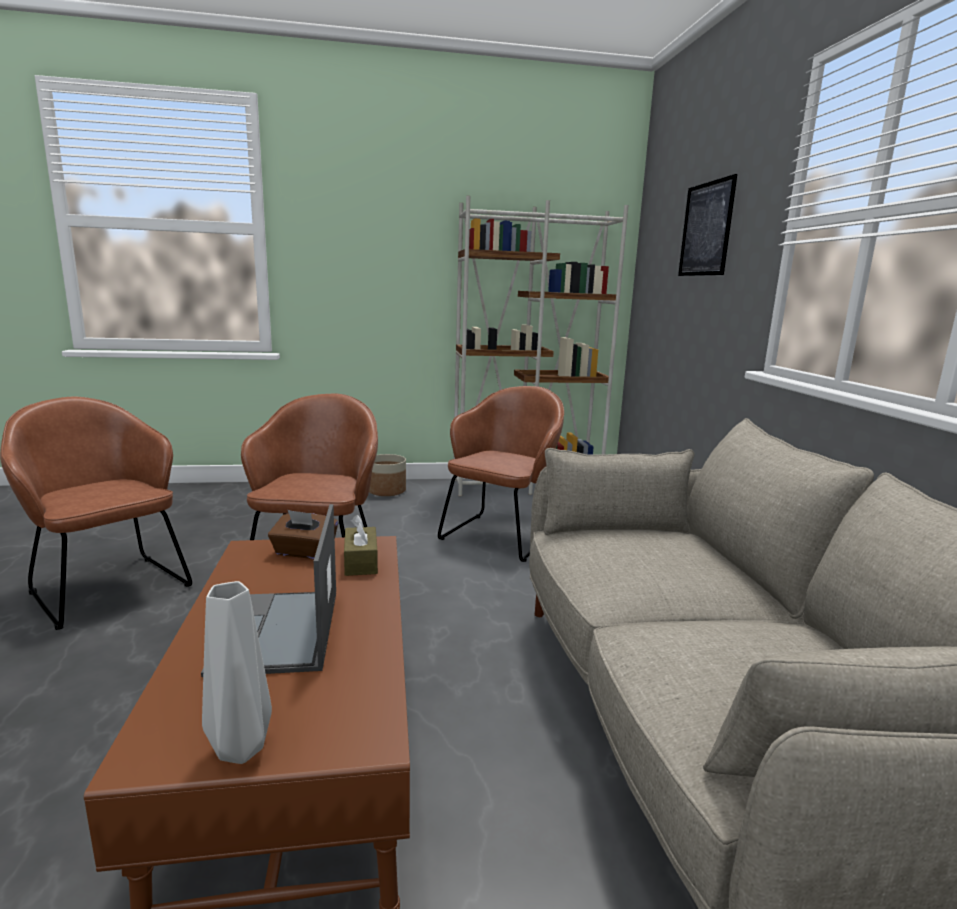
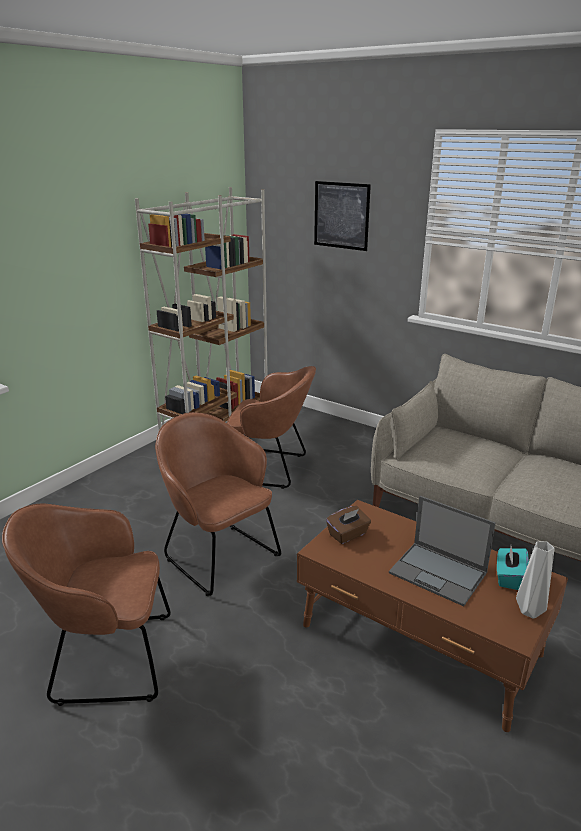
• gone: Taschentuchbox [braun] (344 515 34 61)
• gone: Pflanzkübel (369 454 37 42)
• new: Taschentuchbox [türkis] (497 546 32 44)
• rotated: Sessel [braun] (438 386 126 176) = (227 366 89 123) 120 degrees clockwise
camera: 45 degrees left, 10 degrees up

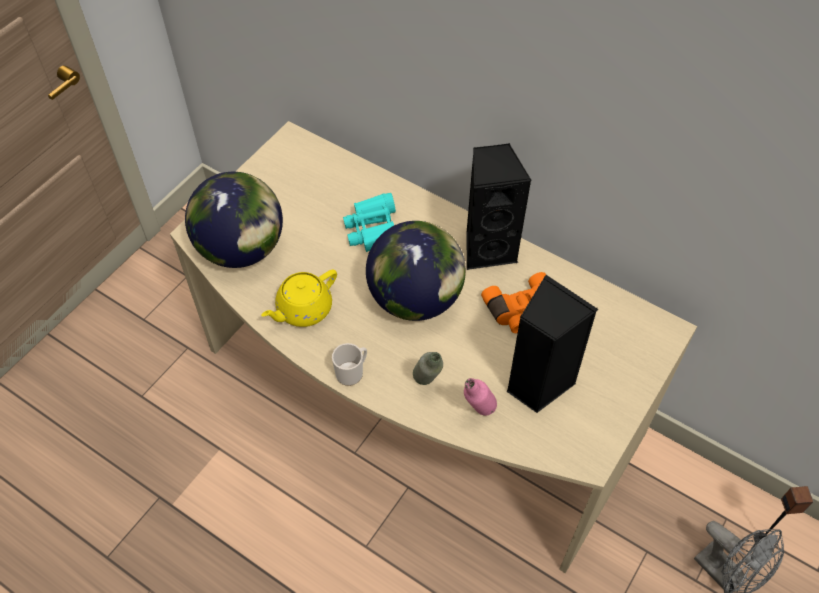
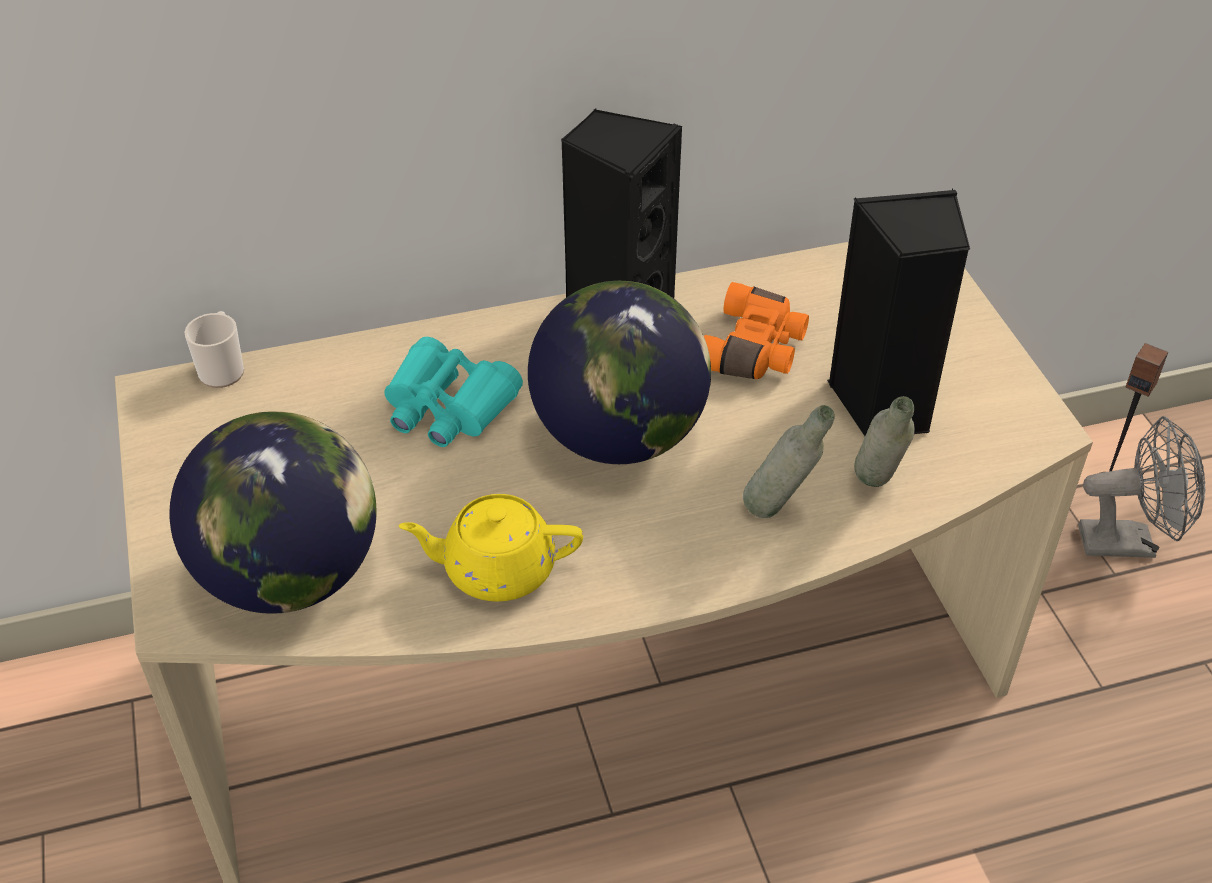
• shifted: Henkelbecher (332 343 35 43) to (184 311 60 77)
• repainted: Flasche [rosa] (464 378 33 38) to Flasche [grau] (854 396 61 91)
• rotated: Teekanne [gelb] (261 269 76 58) = (399 494 184 108) 90 degrees clockwise
camera: 50 degrees left, 10 degrees down

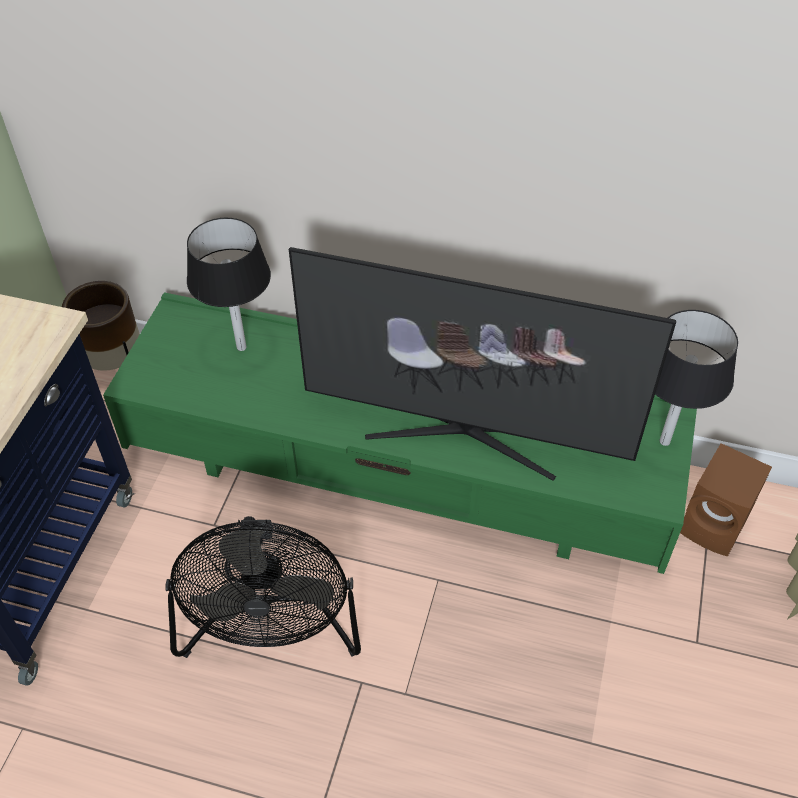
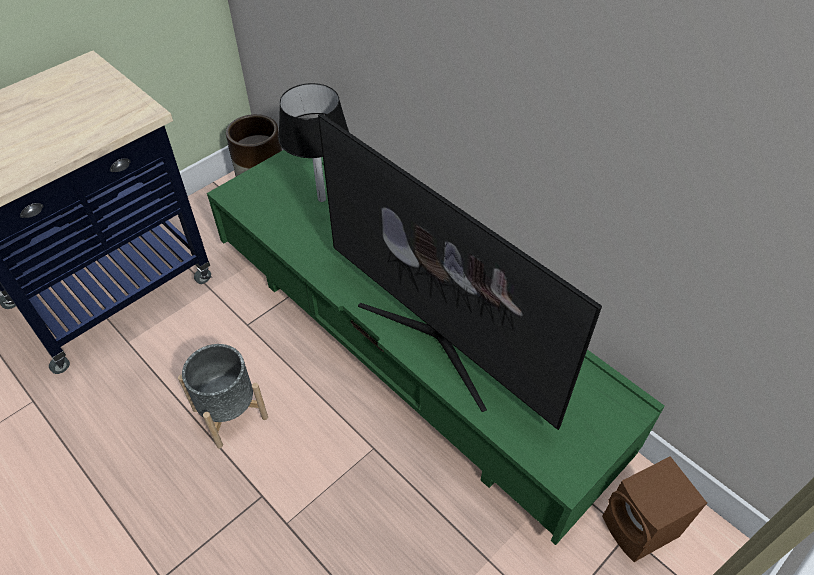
• gone: Tischlampe [schwarz] (655 310 83 136)
• swapped: Ventilator [schwarz] (165 516 196 142) to Pflanzkübel [grau] (178 344 90 104)
camera: 30 degrees right, 0 degrees up

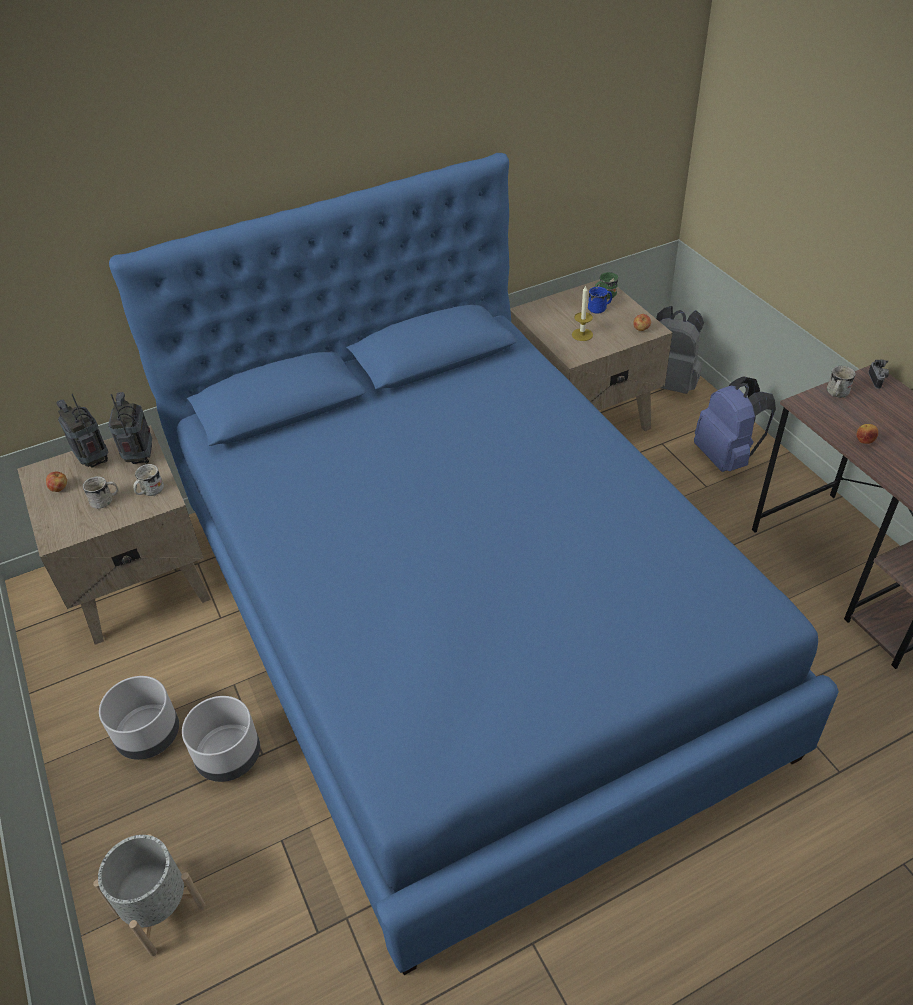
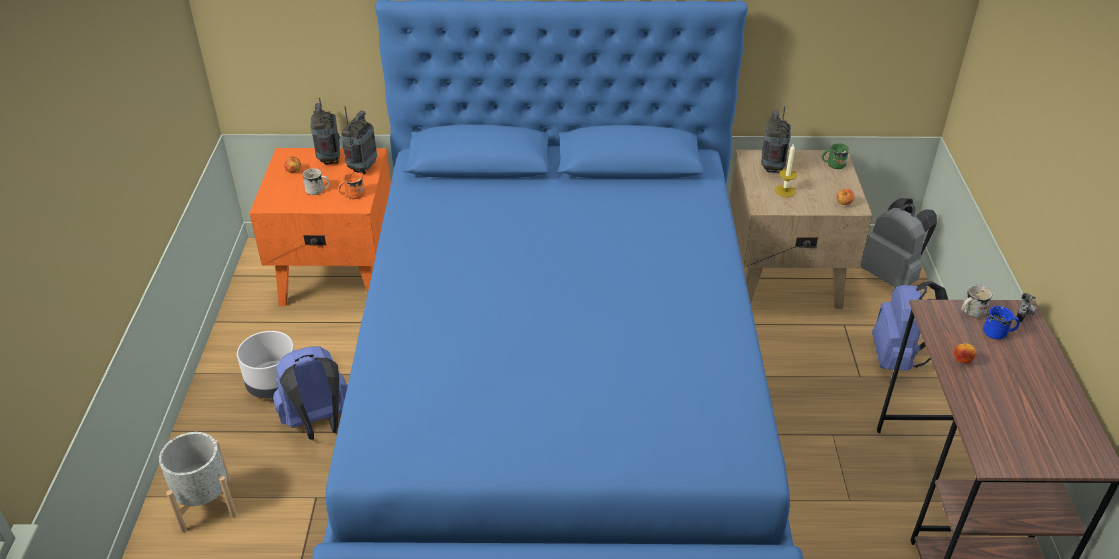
• new: Radio (761 106 30 68)
• shifted: Henkelbecher [blau] (588 287 24 27) to (983 306 37 33)
• swapped: Pflanzkübel [grau] (182 696 78 86) to Rucksack [blau] (273 346 75 94)
• repainted: Nachttisch [beige] (17 425 194 220) to Nachttisch [orange] (250 148 141 158)
• repainted: Henkelbecher [weiß] (133 464 31 33) to Henkelbecher [orange] (338 172 27 28)
camera: 25 degrees right, 5 degrees down

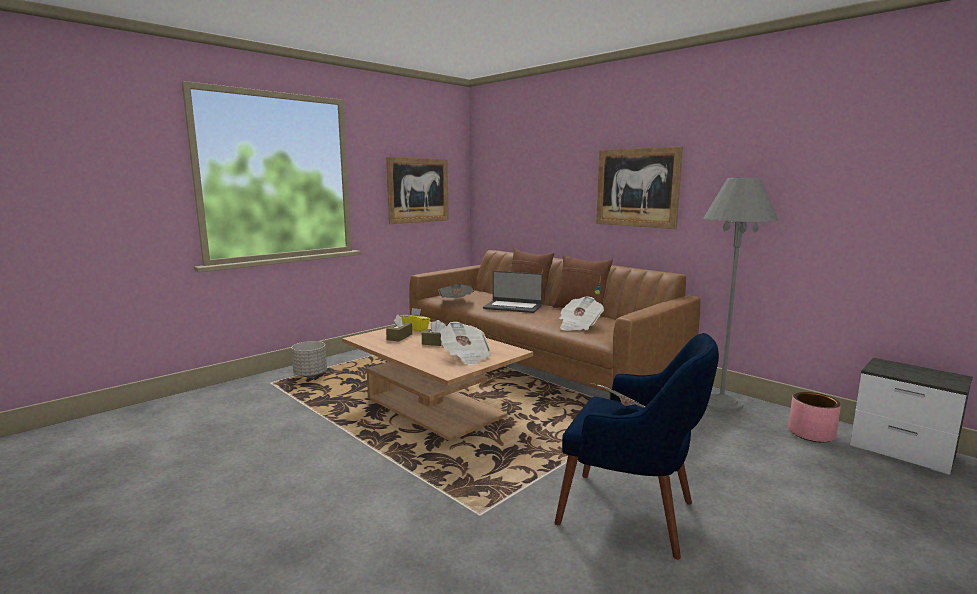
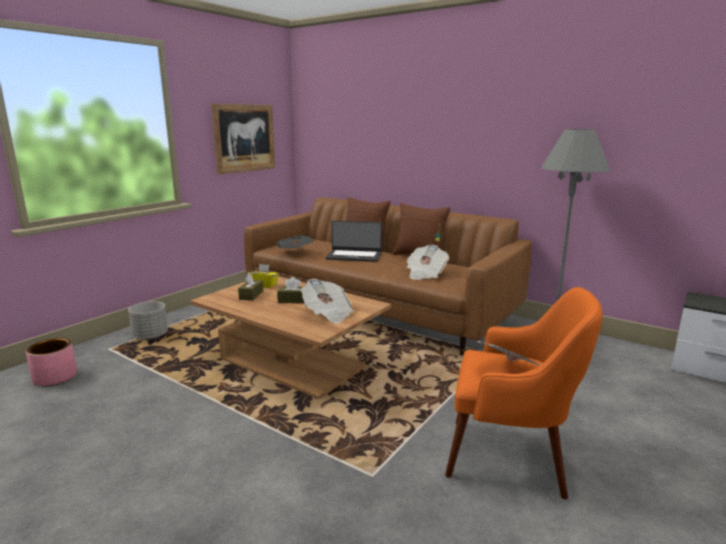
• gone: Bild (596 146 87 83)
• shifted: Pflanzkübel [rosa] (788 392 53 51) to (26 338 51 48)
• repainted: Sessel [blau] (555 333 164 227) to Sessel [orange] (445 287 157 212)
camera: 10 degrees left, 5 degrees up

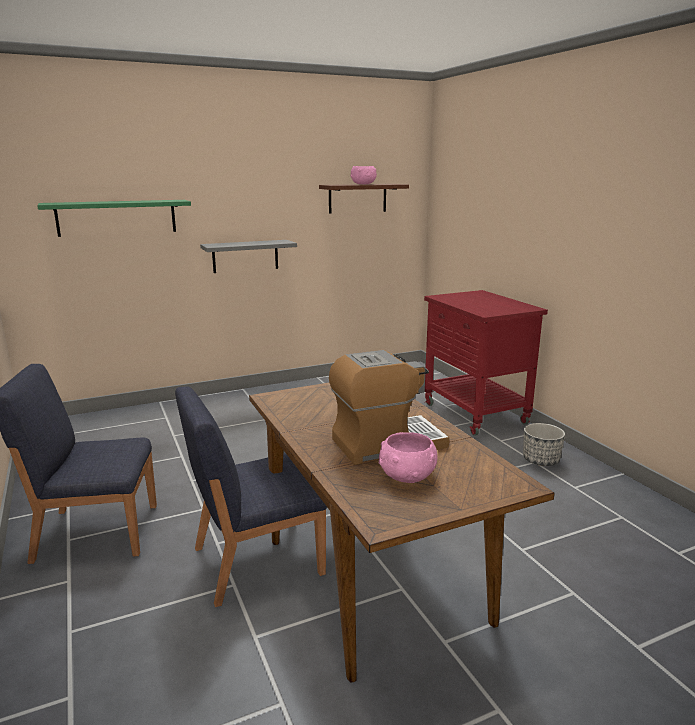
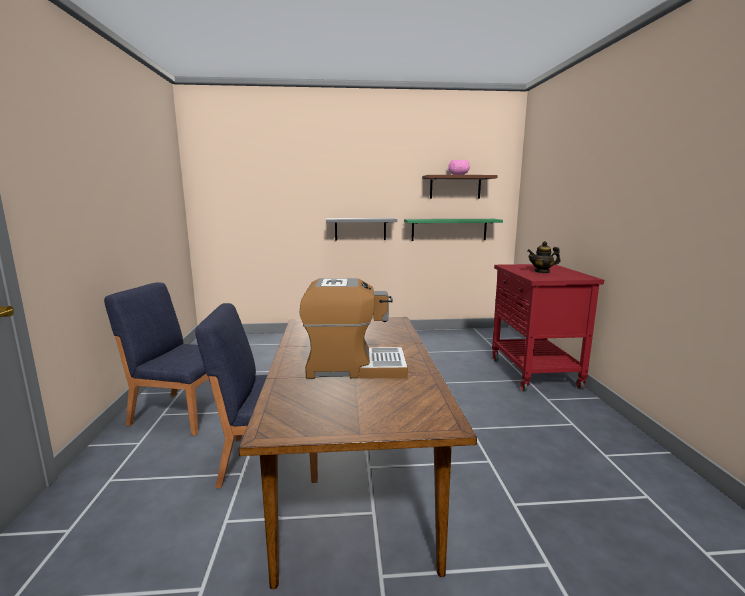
• gone: Schüssel [rosa] (379 432 59 51)
• gone: Pflanzkübel (523 423 42 43)
• new: Teekanne (527 241 33 32)
• shifted: Wandregal [grün] (37 200 154 37) to (404 219 99 22)
camera: 20 degrees right, 5 degrees down

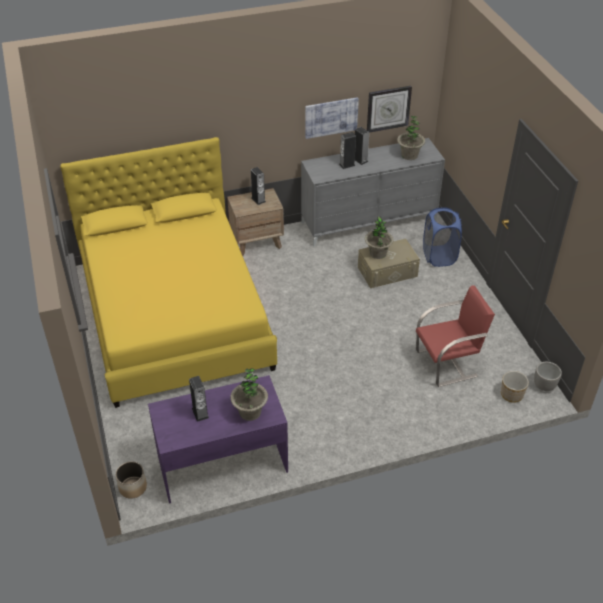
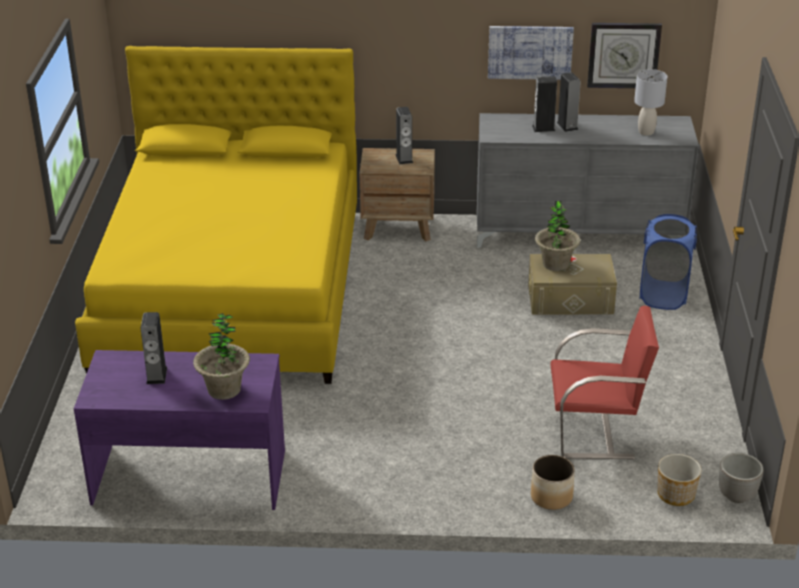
• shifted: Pflanzkübel (116 462 31 37) to (531 455 44 55)
• swapped: Topfpflanze (397 116 28 44) to Tischlampe [grau] (634 69 33 67)
camera: 20 degrees right, 10 degrees down

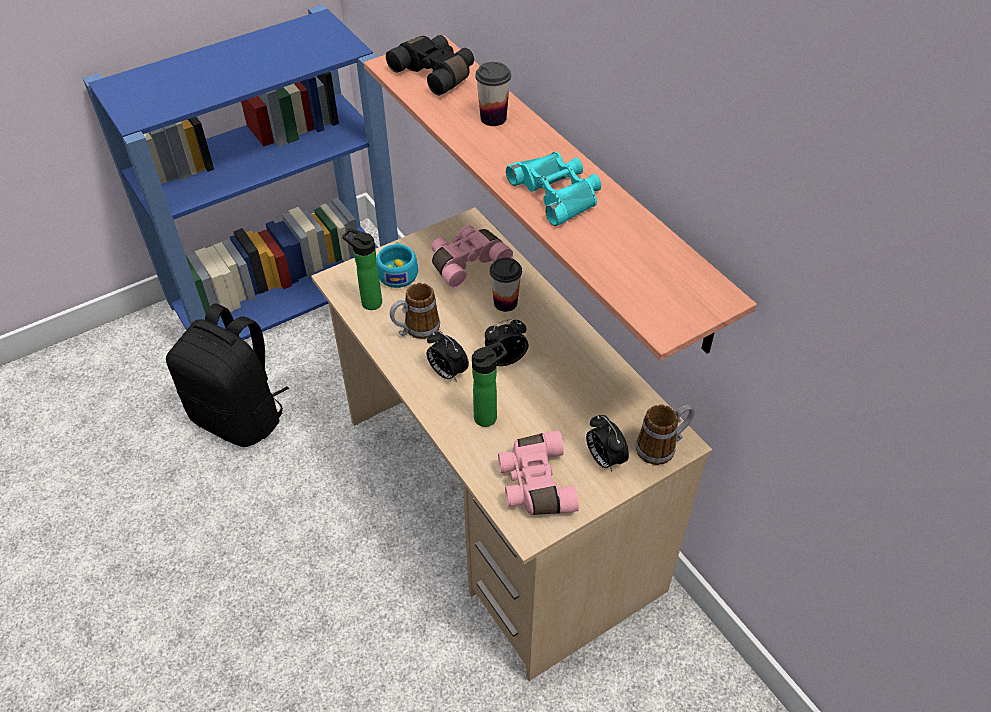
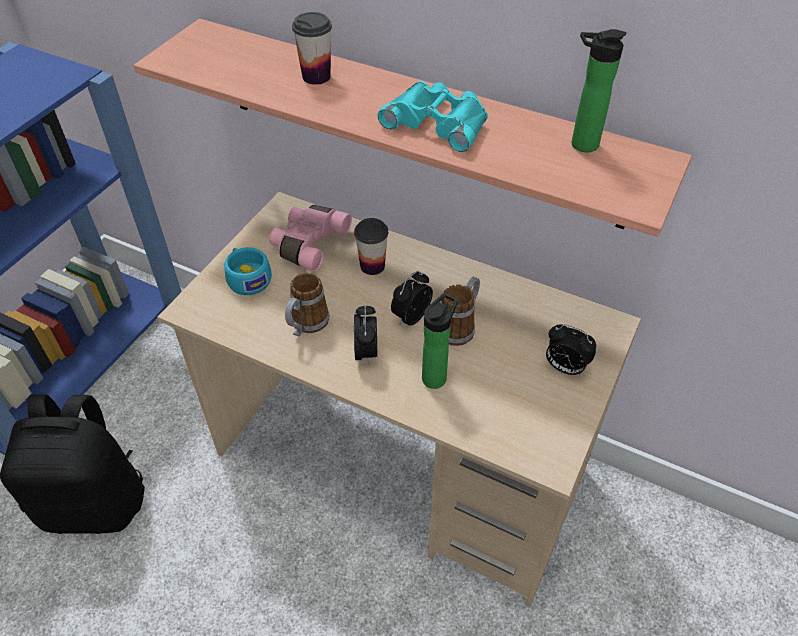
• gone: Fernglas [schwarz] (386 35 88 61)
• gone: Fernglas [rosa] (498 431 81 84)
• shifted: Flasche (342 228 40 82) to (572 29 54 123)
• shifted: Henkelbecher (636 404 59 61) to (441 277 39 69)
• rotated: Wecker (426 331 43 51) = (354 305 23 60) 105 degrees counterclockwise
camera: 30 degrees left, 0 degrees up

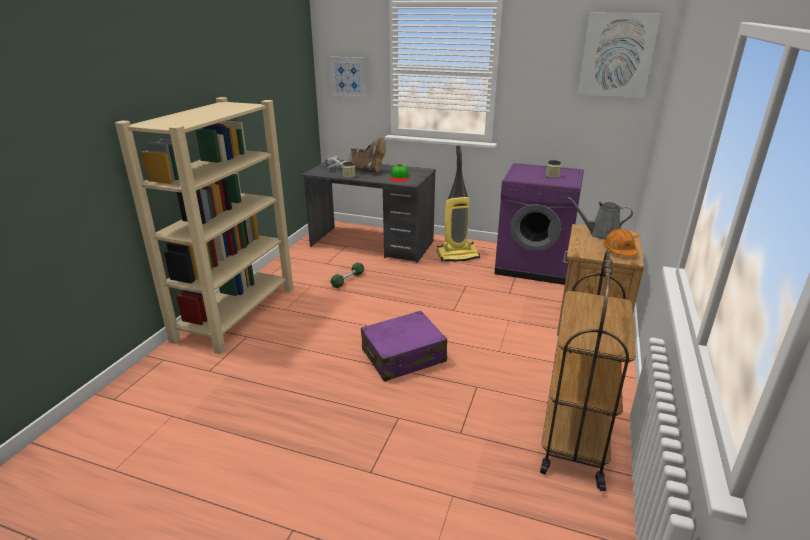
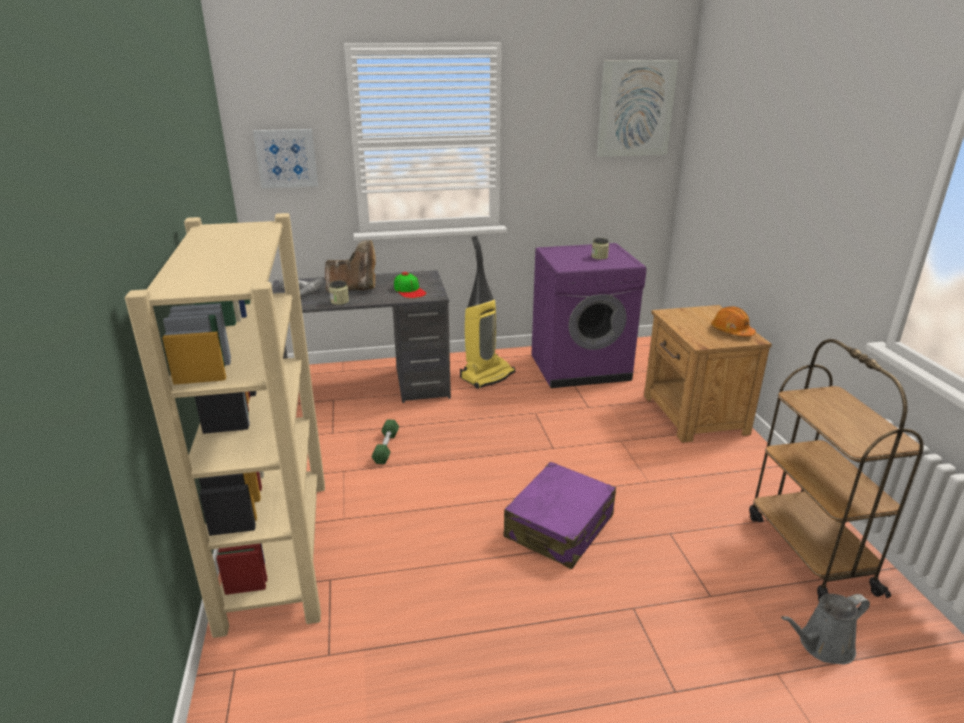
• shifted: Gießkanne [grau] (567 197 66 43) to (781 594 89 70)
camera: 30 degrees left, 0 degrees up

